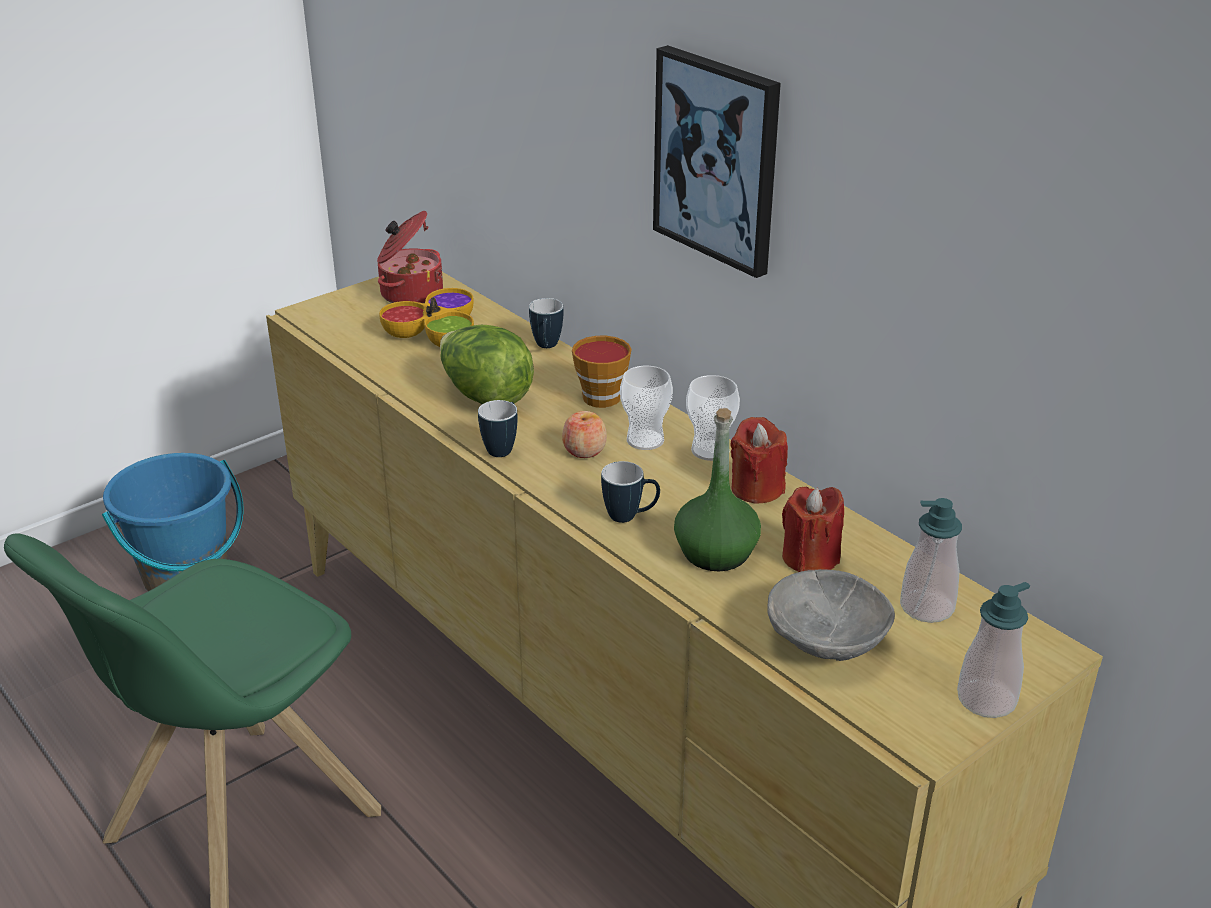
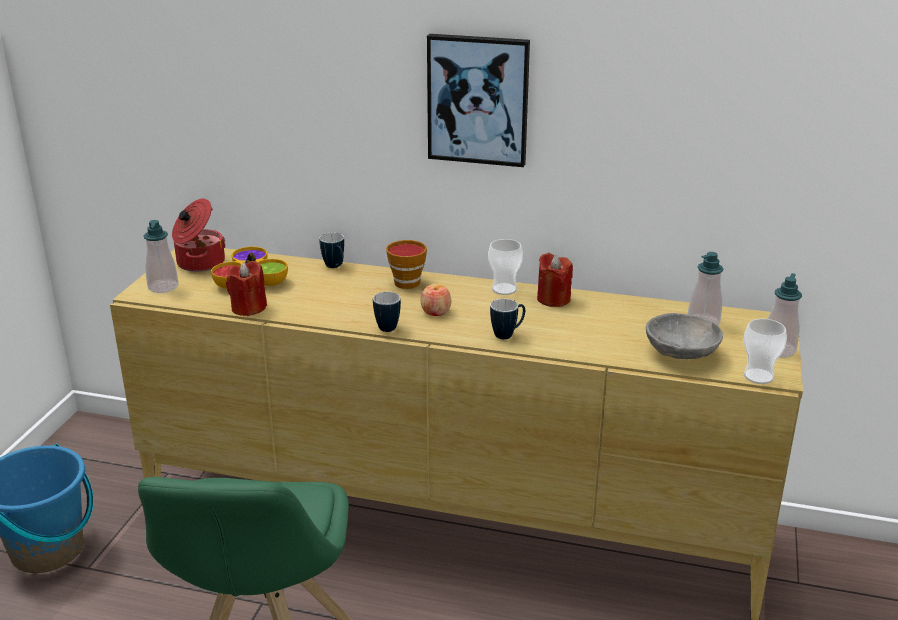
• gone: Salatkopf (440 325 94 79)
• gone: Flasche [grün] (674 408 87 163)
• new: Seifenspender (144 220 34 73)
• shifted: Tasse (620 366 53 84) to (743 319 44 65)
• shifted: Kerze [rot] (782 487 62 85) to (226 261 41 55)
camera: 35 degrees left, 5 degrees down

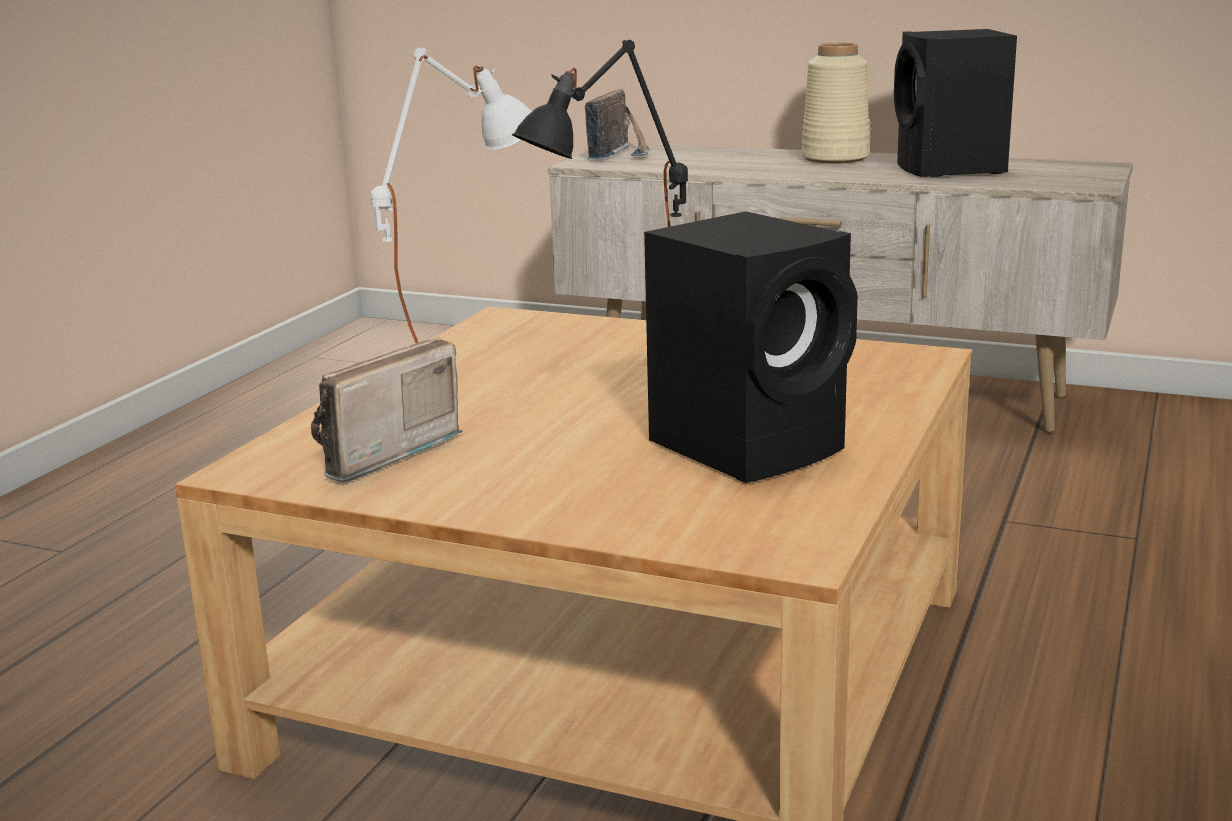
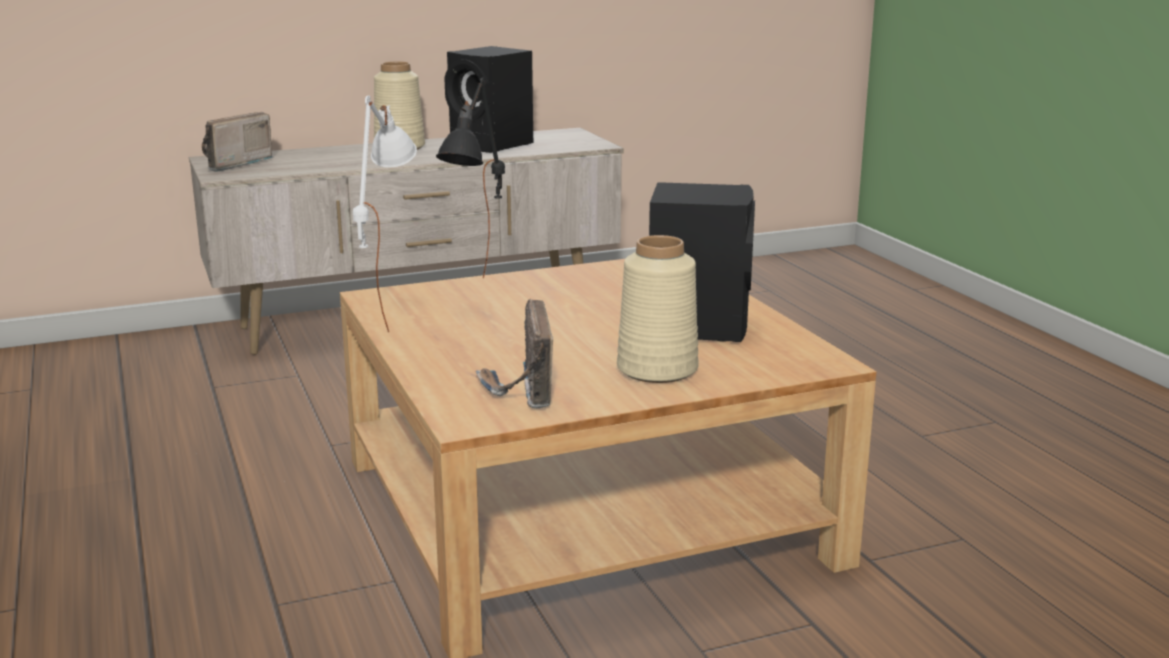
• new: Vase [beige] (617 235 82 148)
• rotated: Radio (585 89 64 70) = (202 112 71 59) 120 degrees counterclockwise
camera: 45 degrees left, 0 degrees up

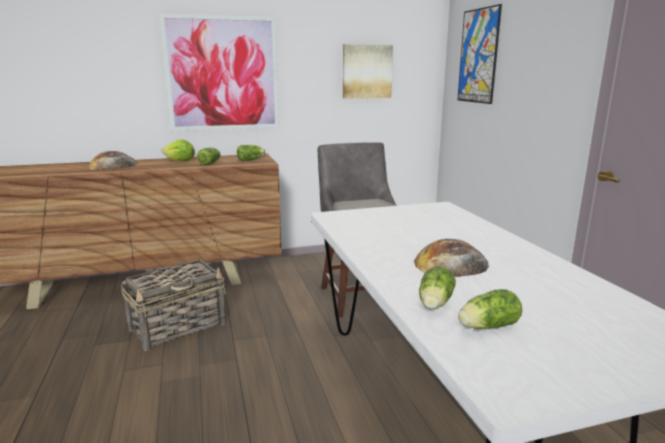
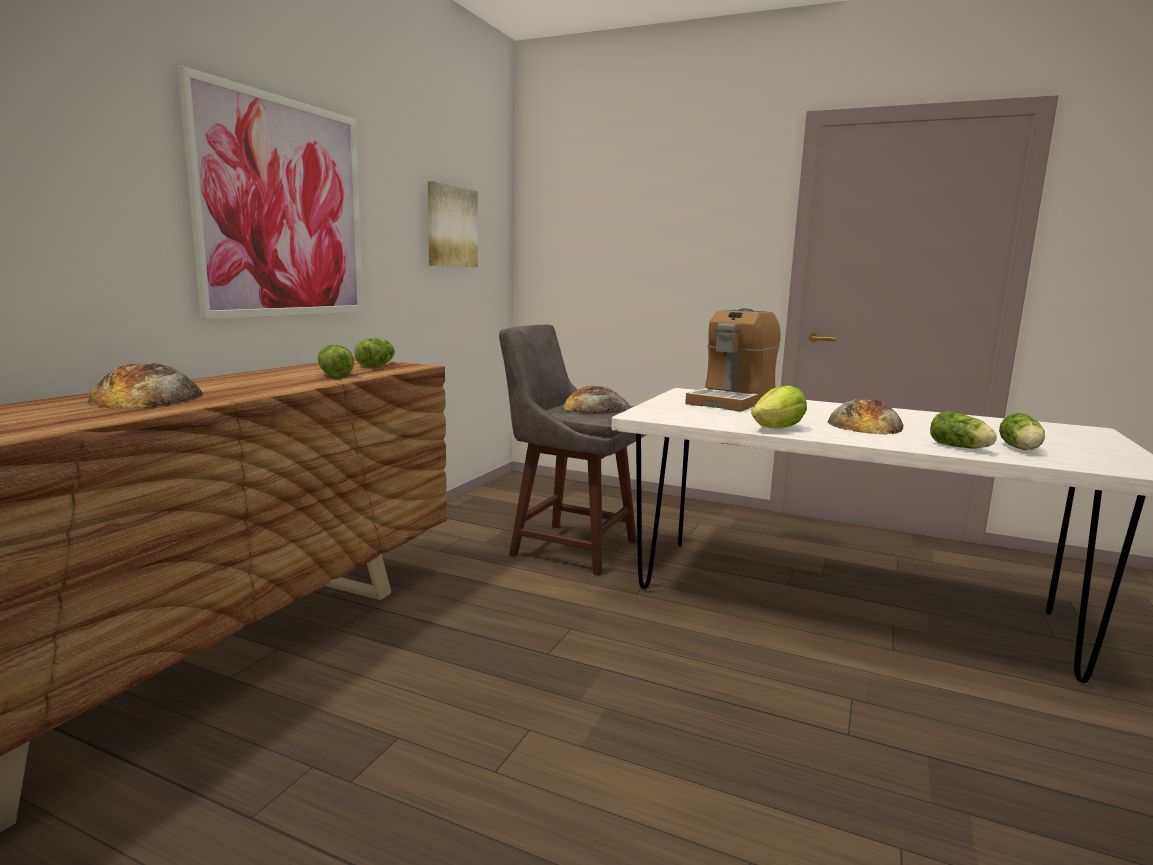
• gone: Korb (121 259 105 92)
• gone: Bild (457 4 45 100)
• new: Brot (563 386 68 27)
• new: Kaffeemaschine (685 308 96 104)
• shifted: Salatkopf (161 140 34 21) to (751 385 56 43)
camera: 50 degrees left, 5 degrees down

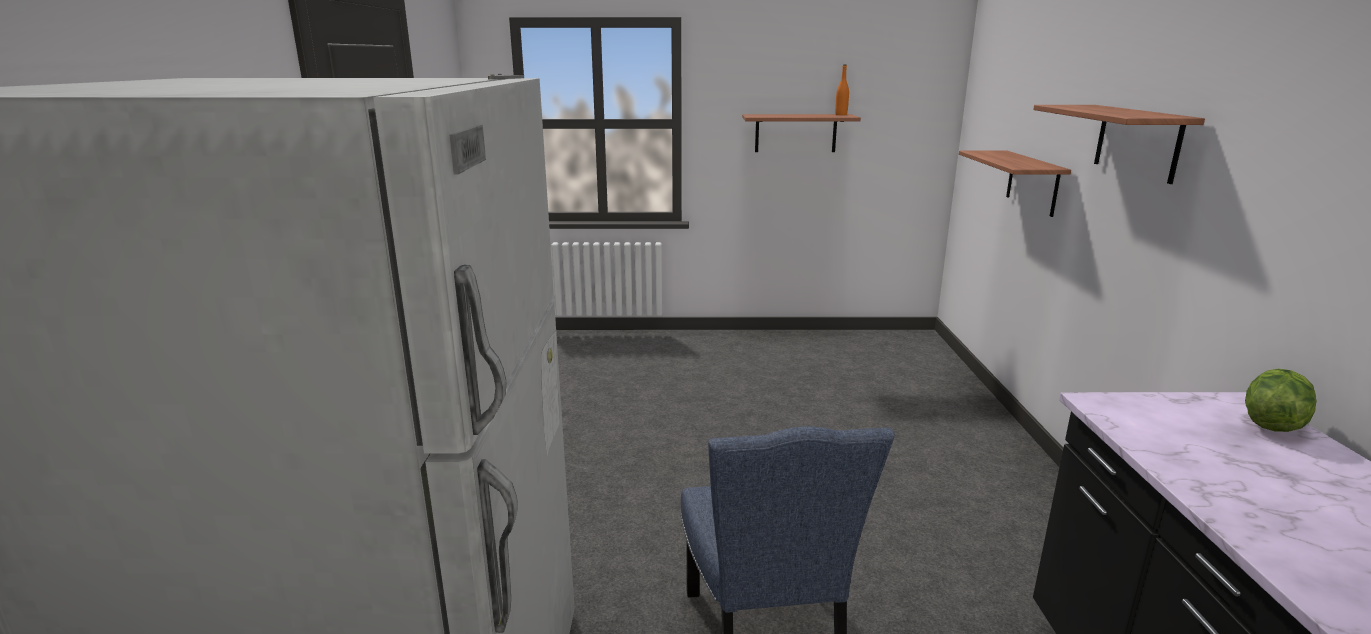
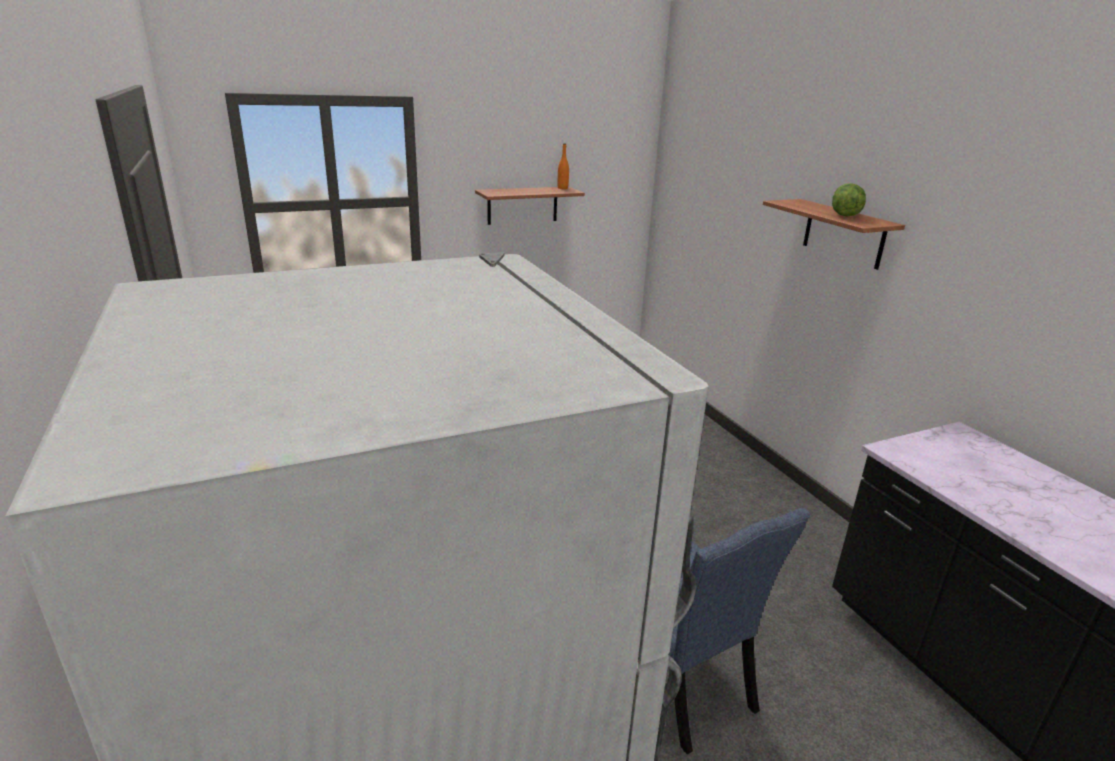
• gone: Wandregal (959 151 112 66)
• shifted: Salatkopf (1245 369 71 63) to (832 184 34 32)
camera: 25 degrees left, 5 degrees up

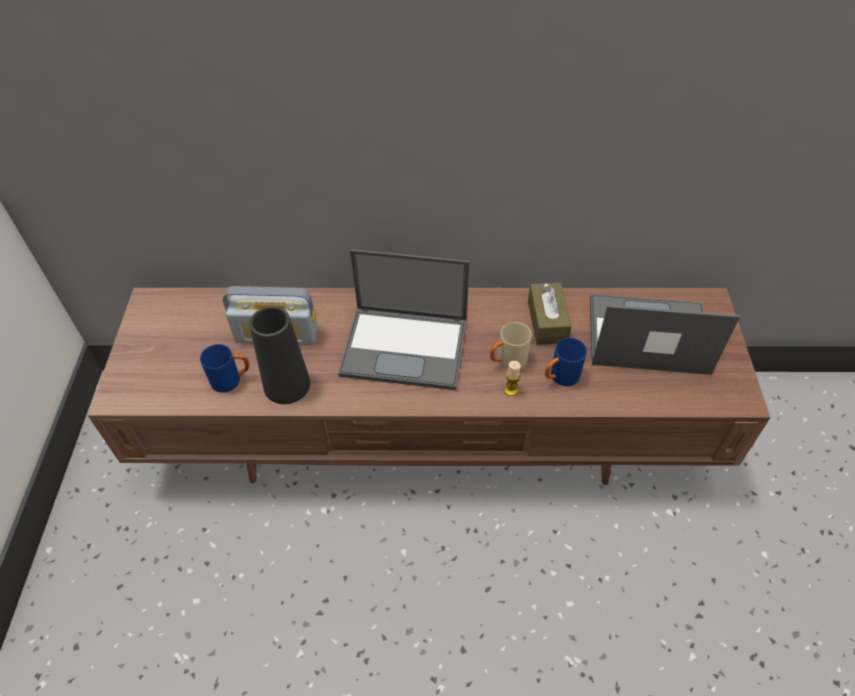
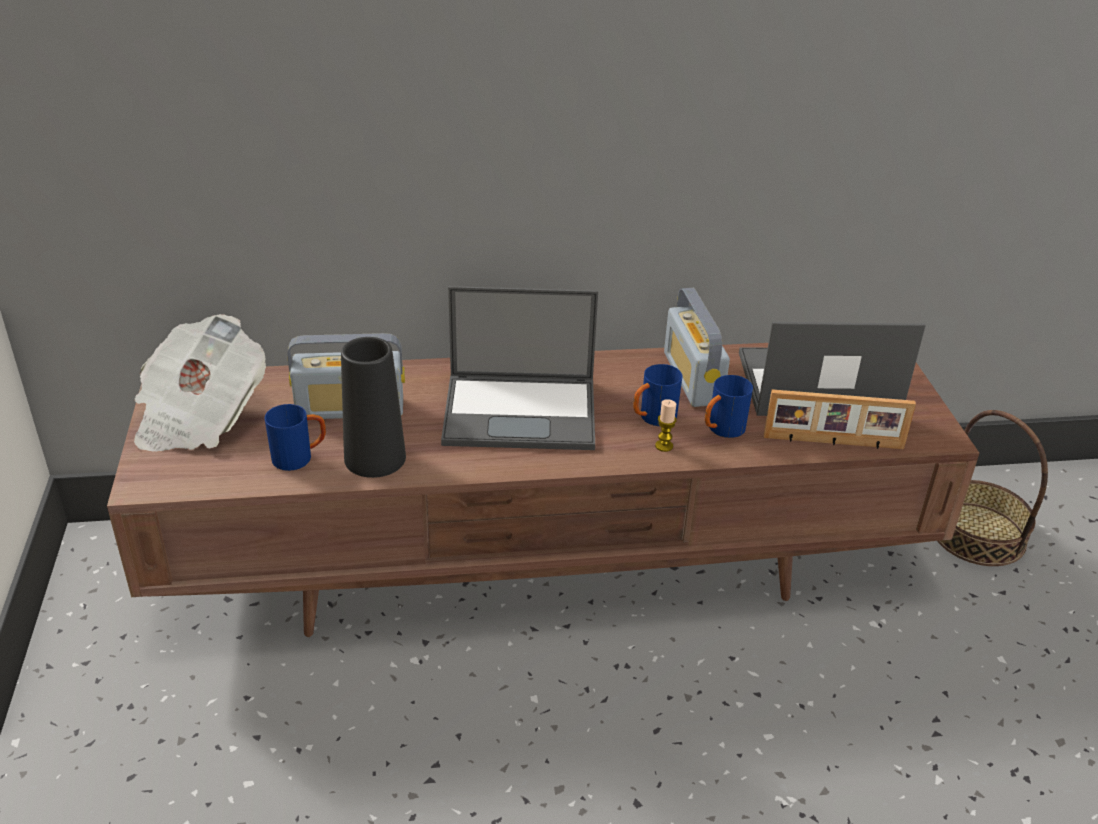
• new: Zeitung (134 314 132 137)
• new: Bilderrahmen (764 389 152 60)
• new: Korb (937 410 111 156)
• swapped: Taschentuchbox [braun] (528 283 44 62) to Radio (664 288 66 119)
• repainted: Henkelbecher [beige] (490 322 42 47) to Henkelbecher [blau] (633 364 49 62)
camera: 10 degrees left, 15 degrees down

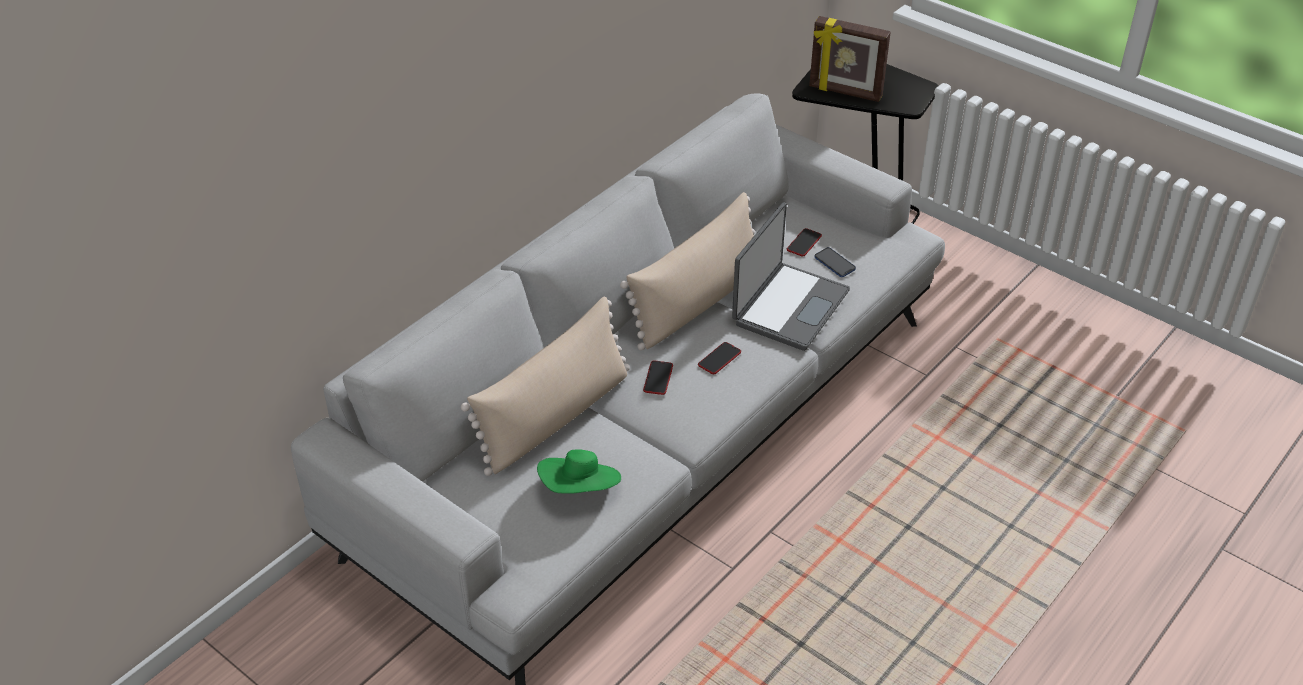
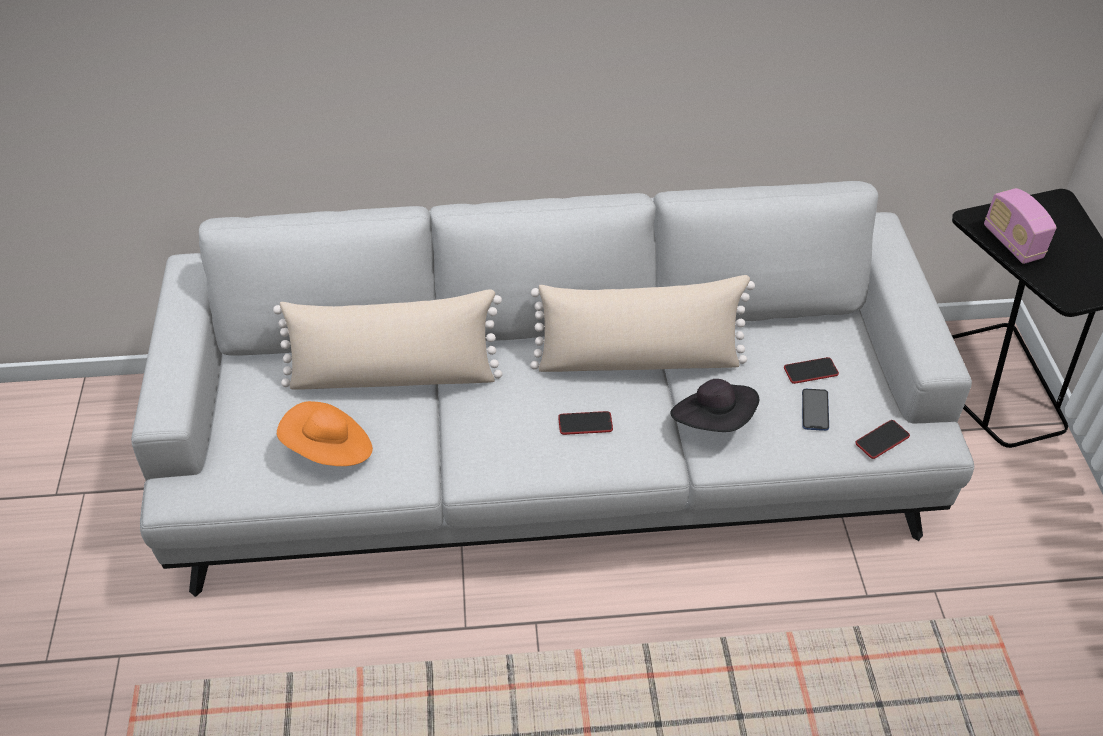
• shifted: Handy (643 360 30 35) to (855 420 55 39)
• swapped: Laptop (732 202 118 149) to Hut [schwarz] (670 379 90 53)
• swapped: Bilderrahmen (809 16 82 86) to Radio (984 188 73 76)
• repainted: Hut [grün] (537 449 84 45) to Hut [orange] (277 401 96 65)
camera: 45 degrees right, 5 degrees up

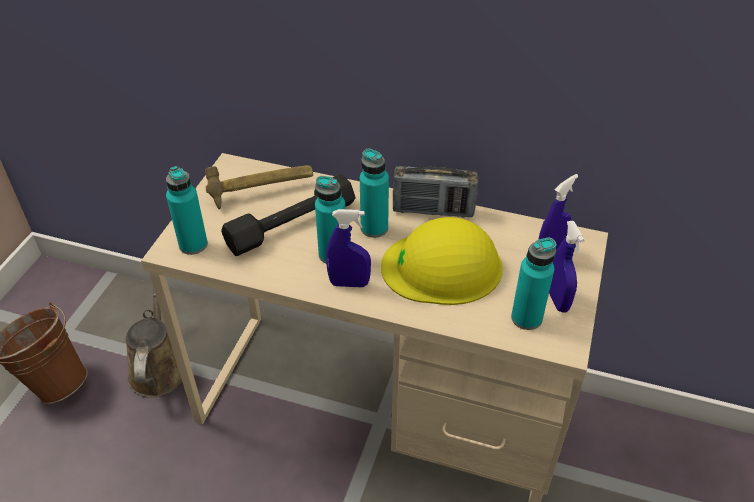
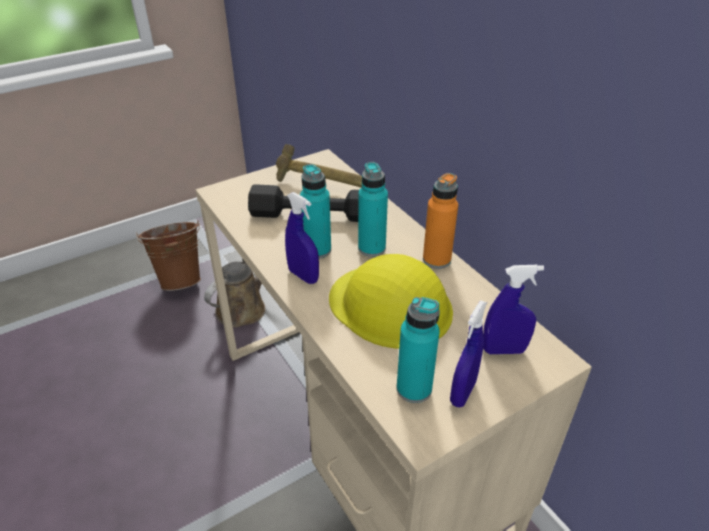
• gone: Flasche [türkis] (166 166 42 89)
• swapped: Radio (393 166 86 51) to Flasche [orange] (423 173 35 96)
camera: 40 degrees right, 5 degrees down

